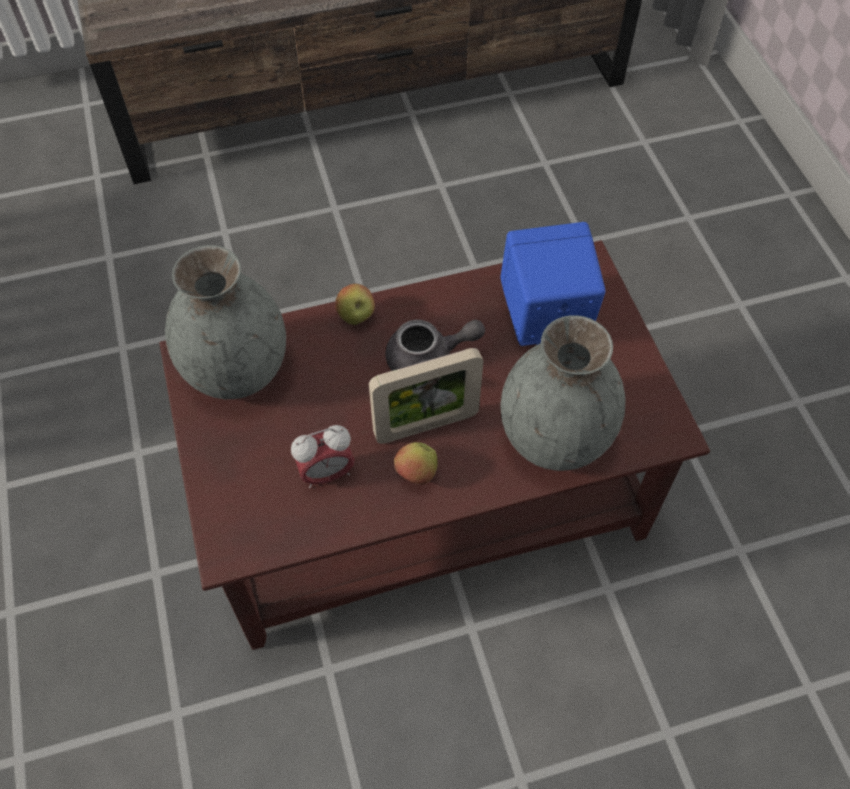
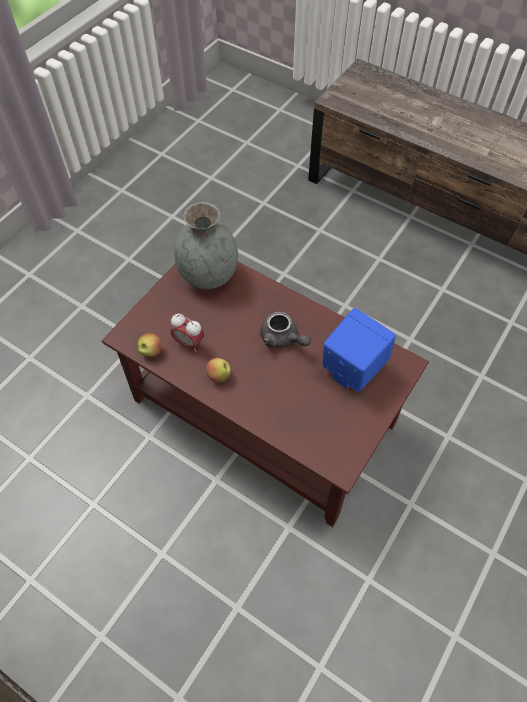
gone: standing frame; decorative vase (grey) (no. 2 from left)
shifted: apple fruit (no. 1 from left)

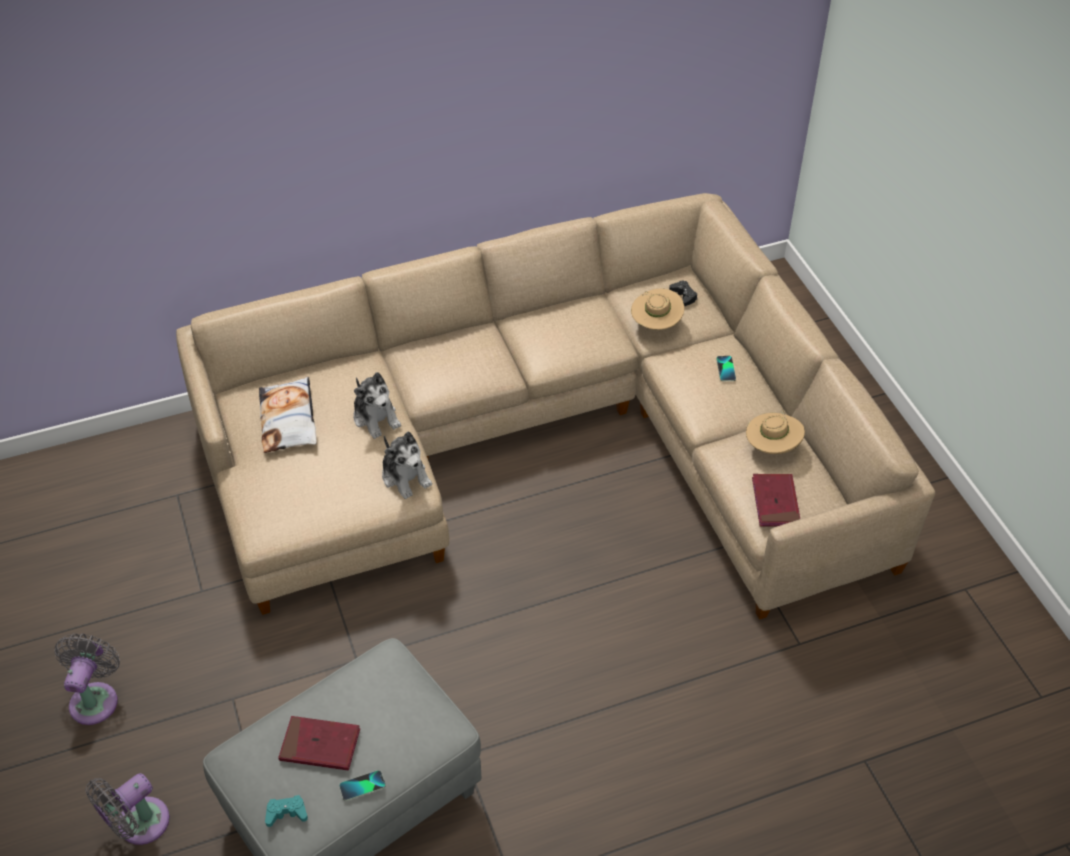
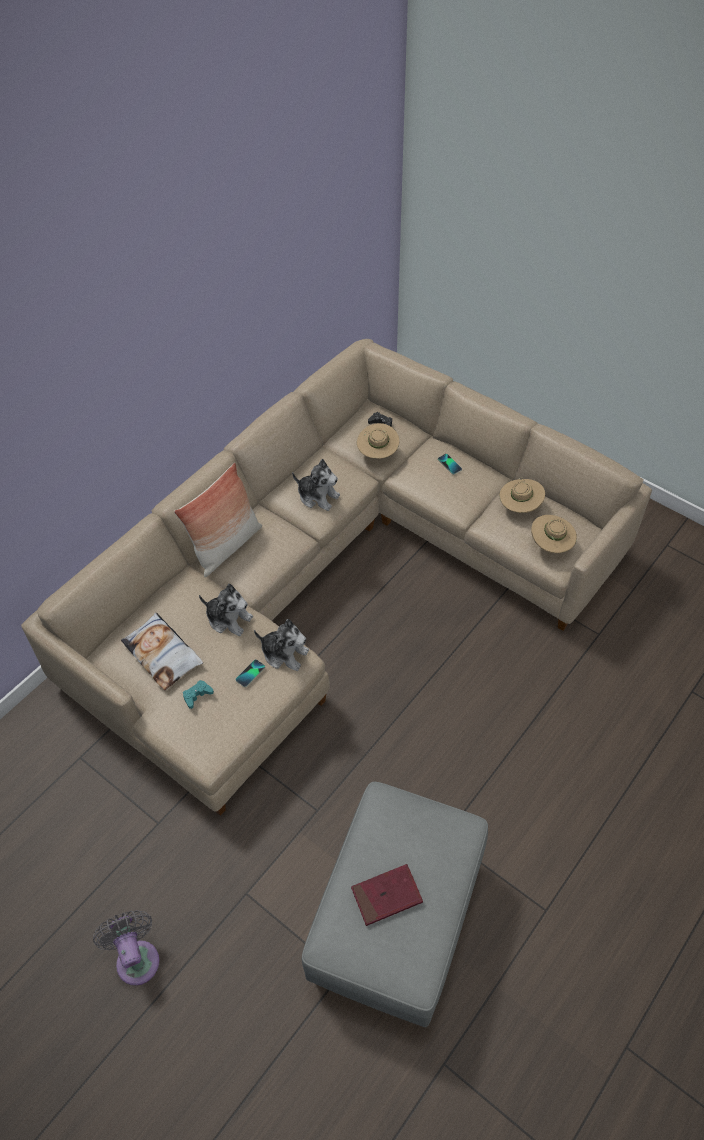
gone: electric fan (grey) (no. 2 from left)
new: pillow (no. 2 from left); cuddly toy (no. 3 from left)
shifted: joypad (turquoise); phone (no. 1 from left)
swapped: volume (red-coloured) (no. 2 from left) to clothing hat (beige) (no. 3 from left)

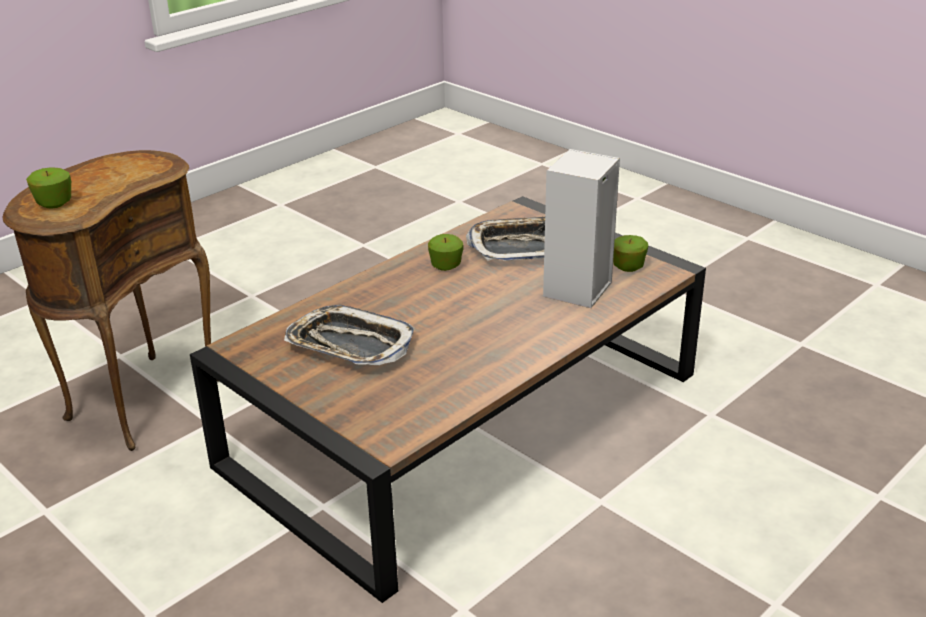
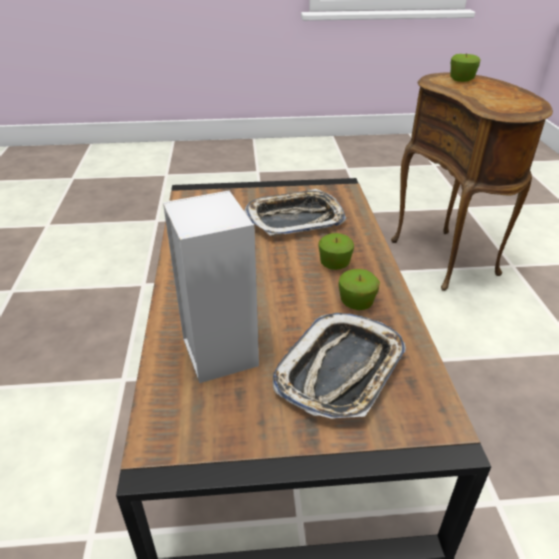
shifted: apple fruit (no. 3 from left in the first image) to apple fruit (no. 1 from left)

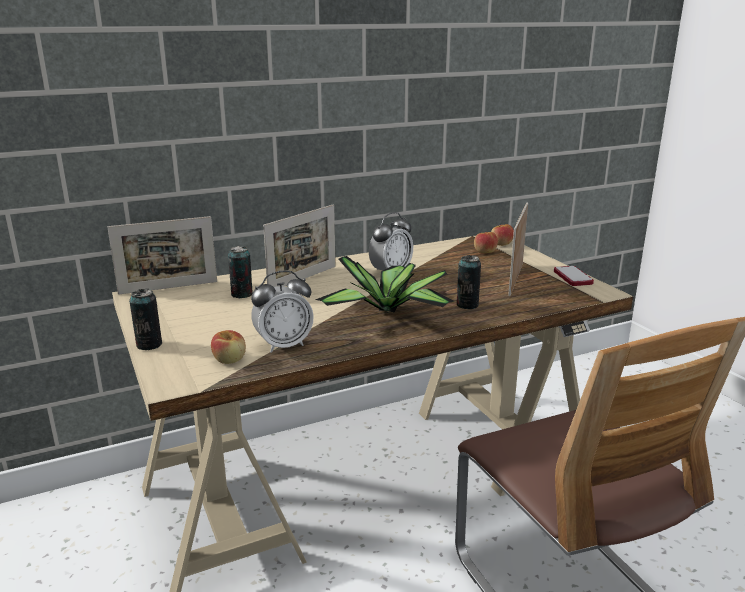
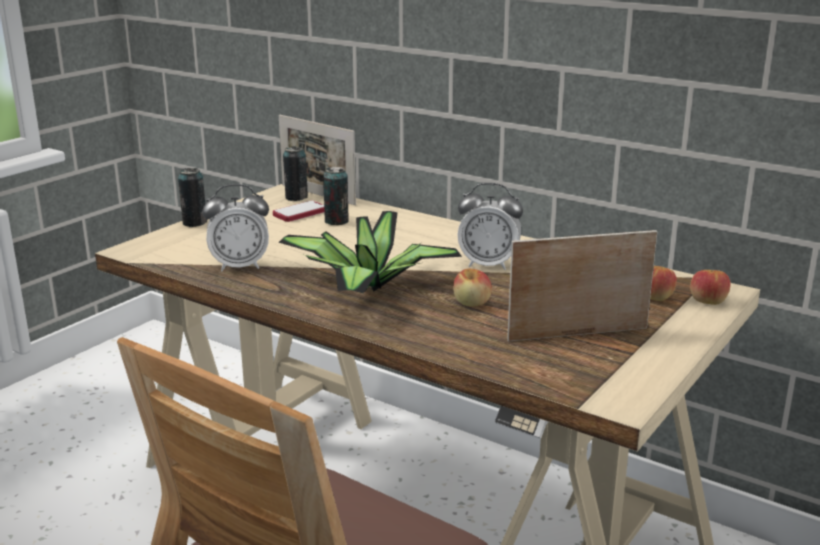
gone: standing frame (no. 2 from left)
shifted: apple fruit (no. 1 from left); metal can (no. 3 from left in the first image) to metal can (no. 2 from left); phone
rotated: alarm clock (no. 1 from left) 45 degrees counterclockwise

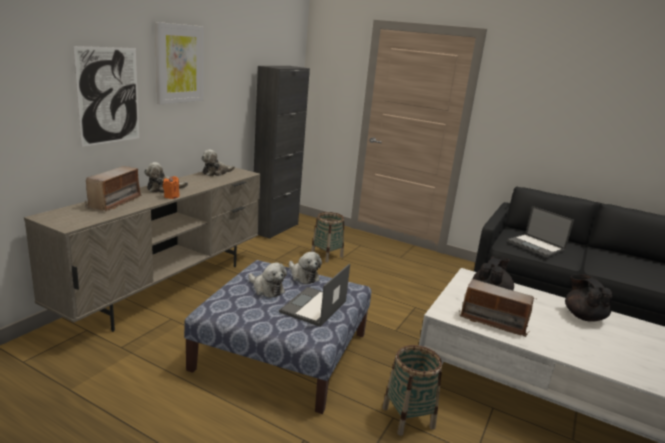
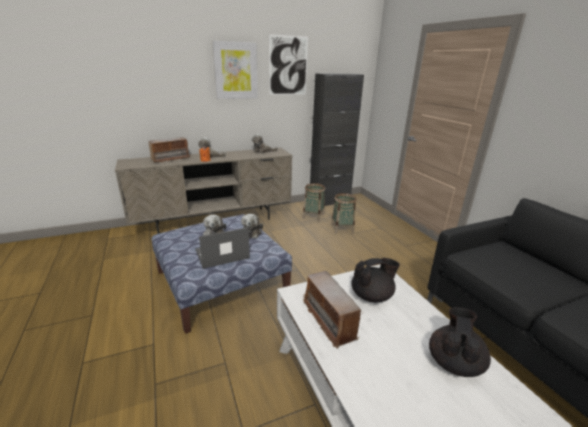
gone: notebook computer (no. 2 from left)
shifted: wall art (no. 1 from left in the first image) to wall art (no. 2 from left); storage basket (no. 2 from left in the first image) to storage basket (no. 1 from left)

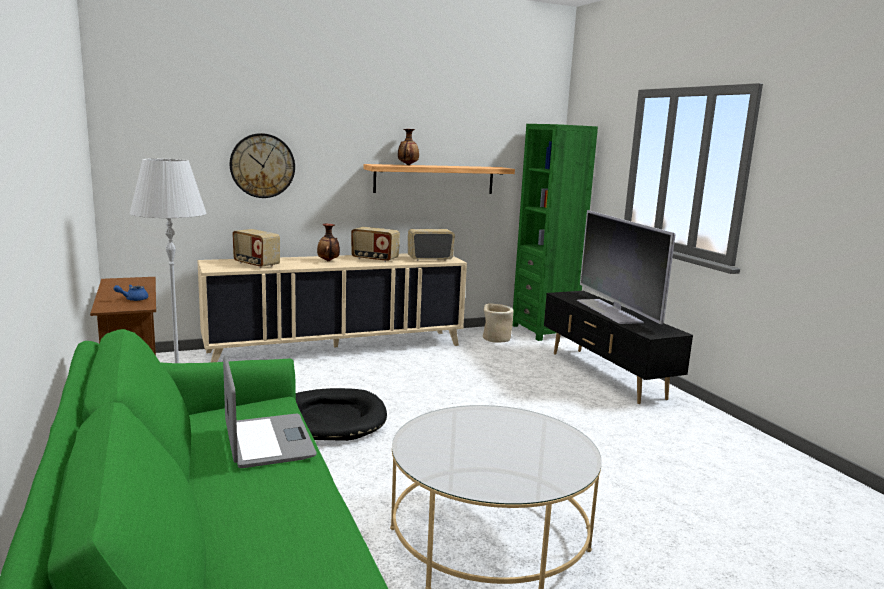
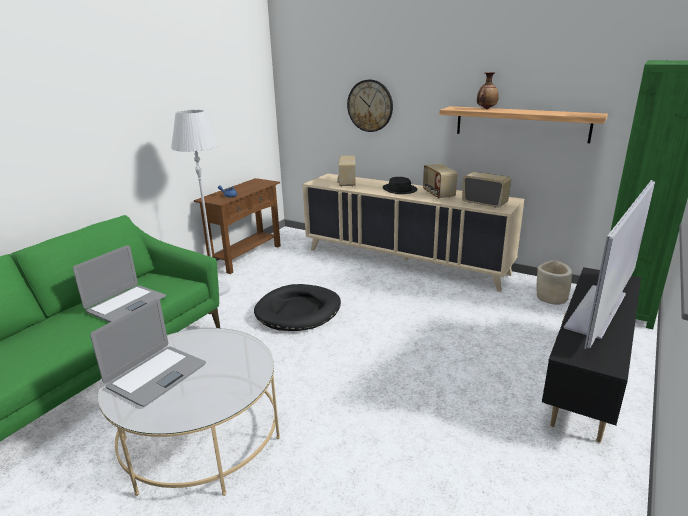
new: notebook computer (no. 2 from left)
swapped: decorative vase (no. 1 from left) to clothing hat (blackish)

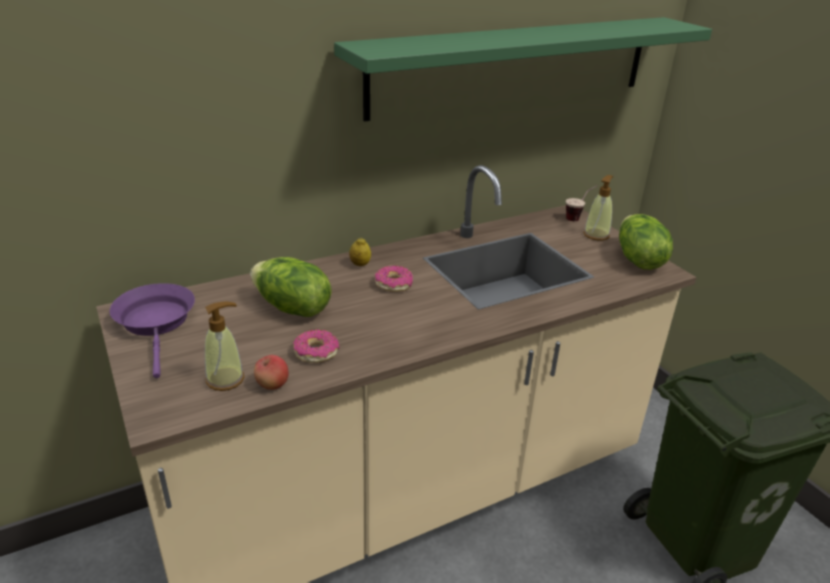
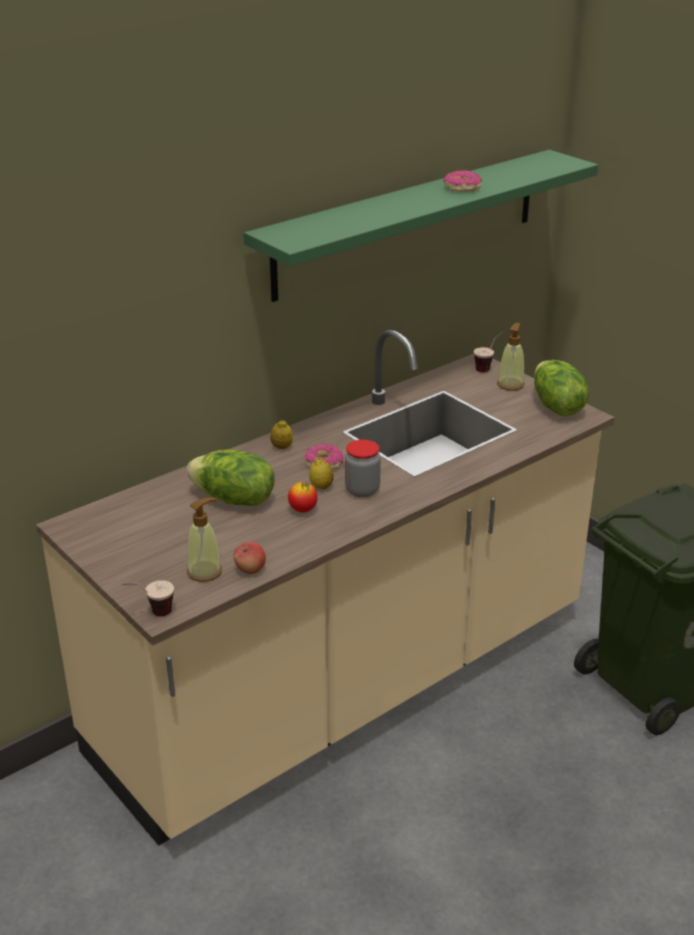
gone: skillet (purple)
new: cup (no. 1 from left); apple fruit (no. 2 from left); whole lemon (no. 2 from left); preserve jar
shifted: ring doughnut (no. 1 from left in the first image) to ring doughnut (no. 2 from left)

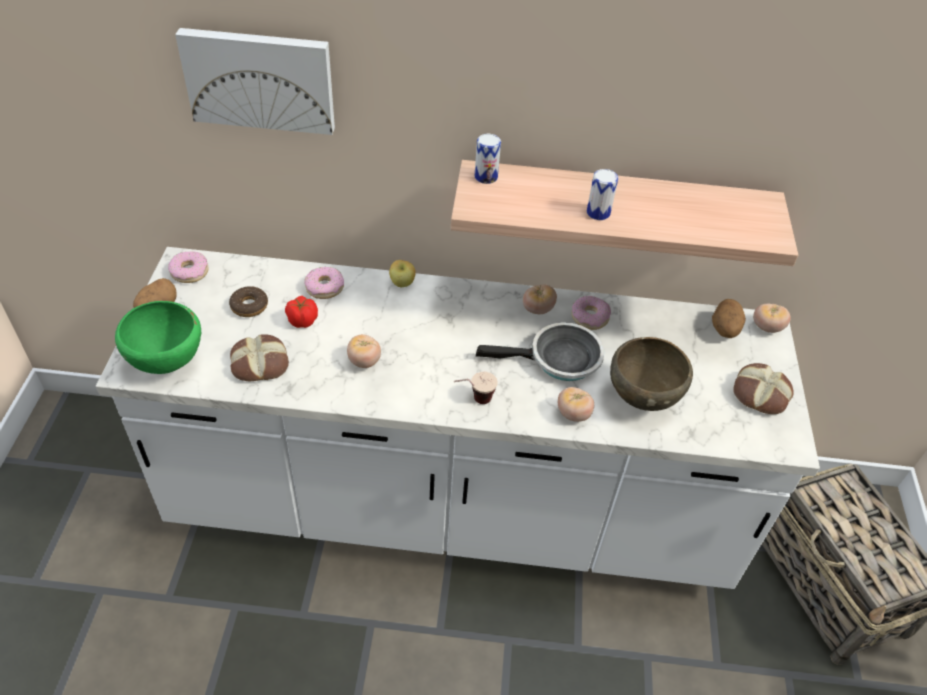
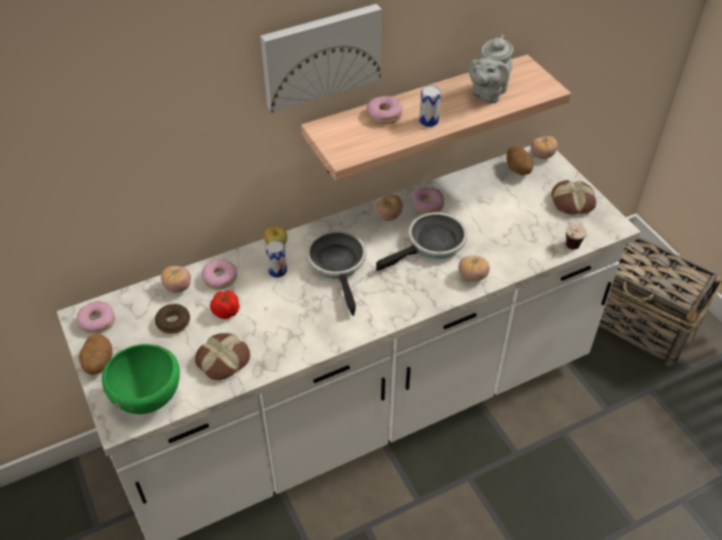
gone: bowl (brownish)
new: skillet (no. 1 from left); ring doughnut (no. 4 from left); teapot (grey)
shifted: wall art; whole tomato (no. 2 from left in the first image) to whole tomato (no. 1 from left); cup; metal can (no. 1 from left)

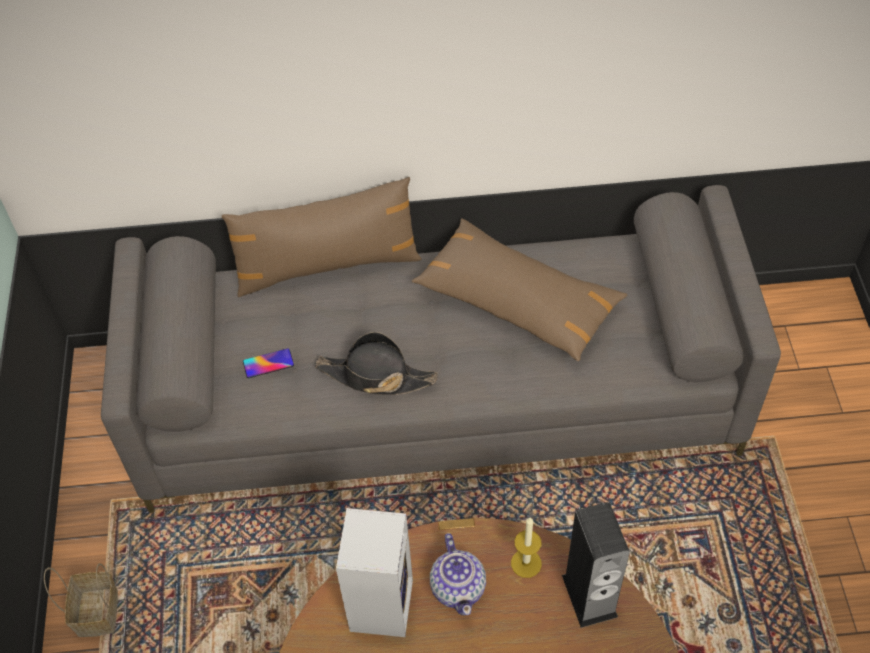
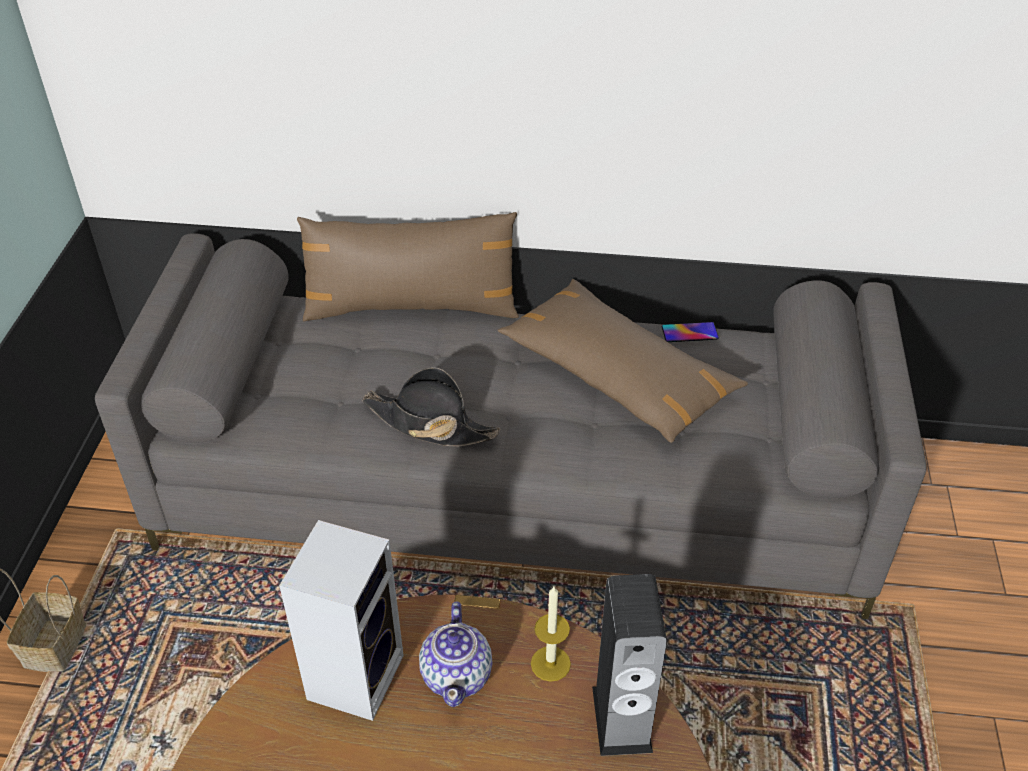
shifted: phone

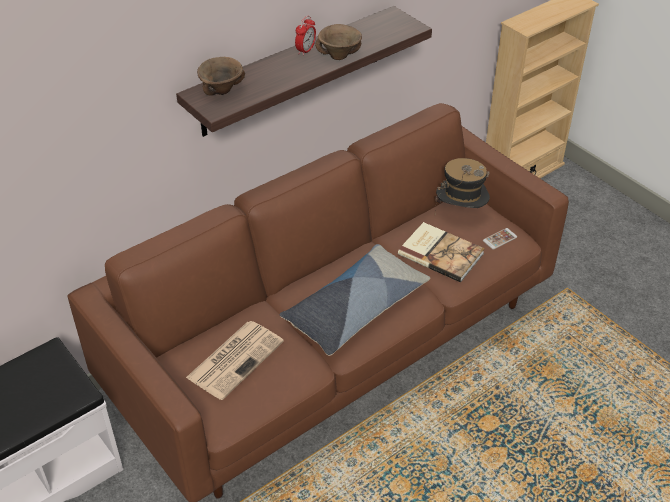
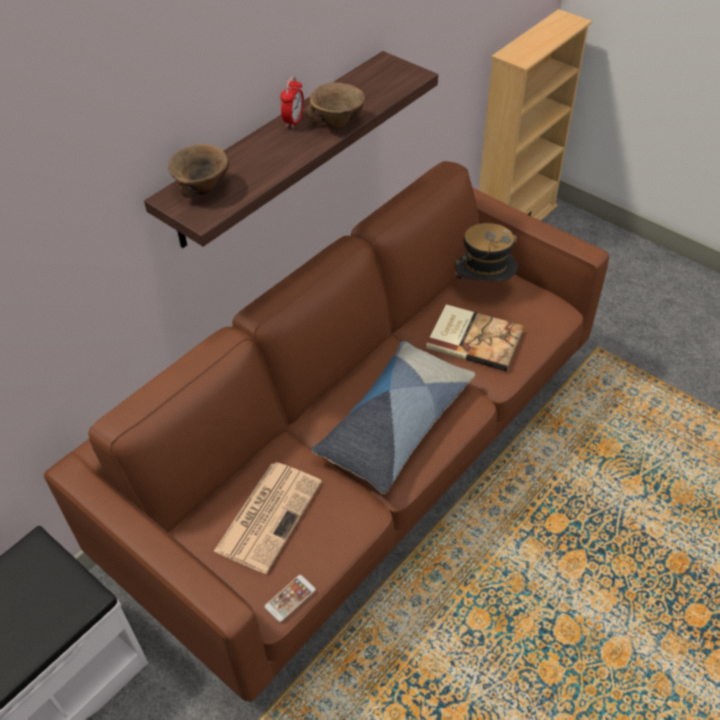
shifted: phone

